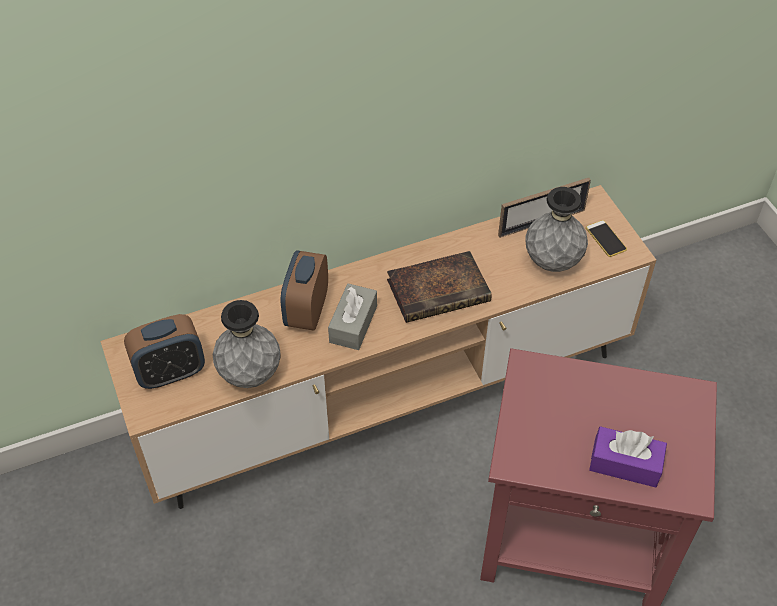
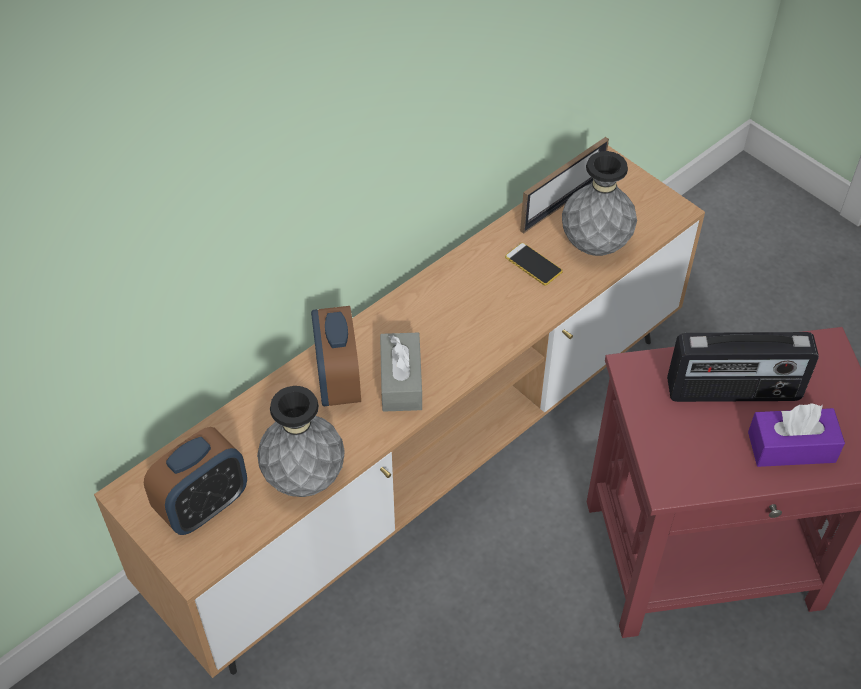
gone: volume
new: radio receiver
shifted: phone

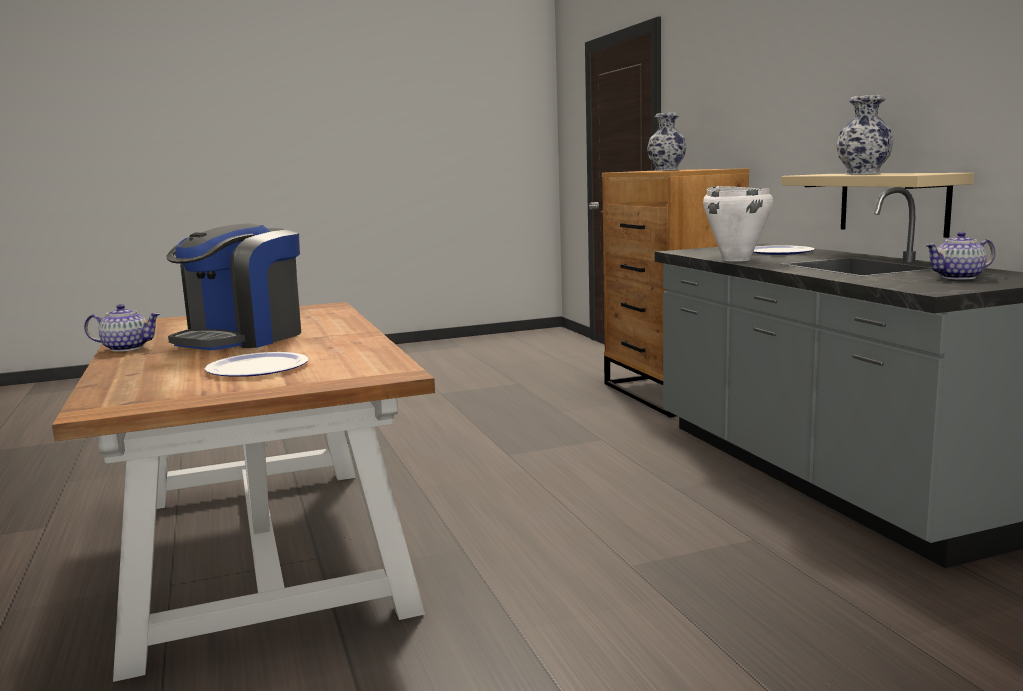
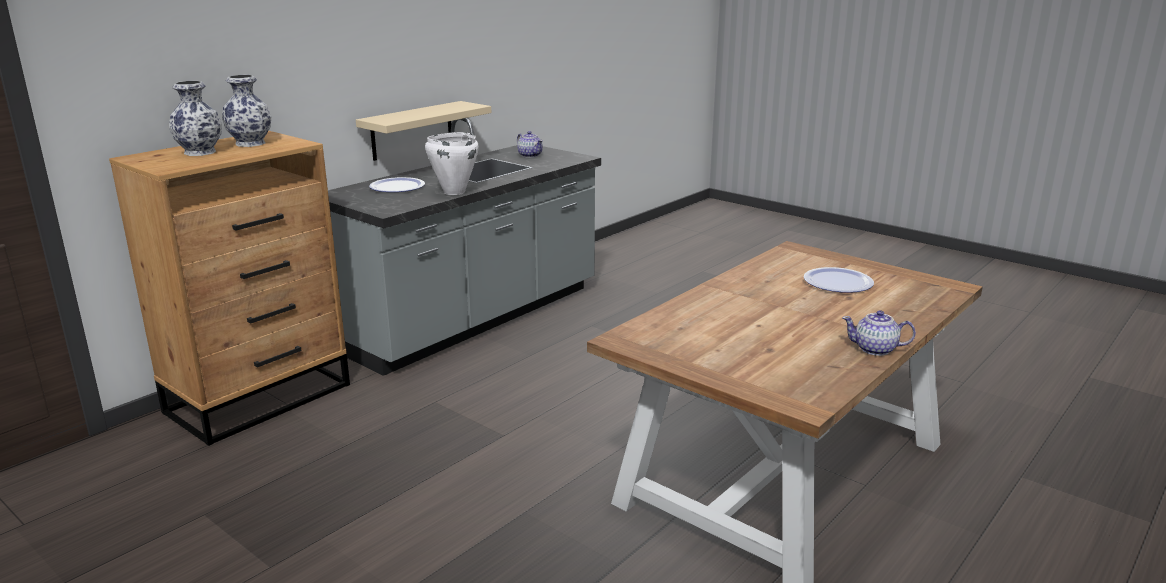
gone: coffee maker
shifted: decorative vase (no. 2 from left)
rotated: teapot (no. 1 from left in the first image) 45 degrees counterclockwise

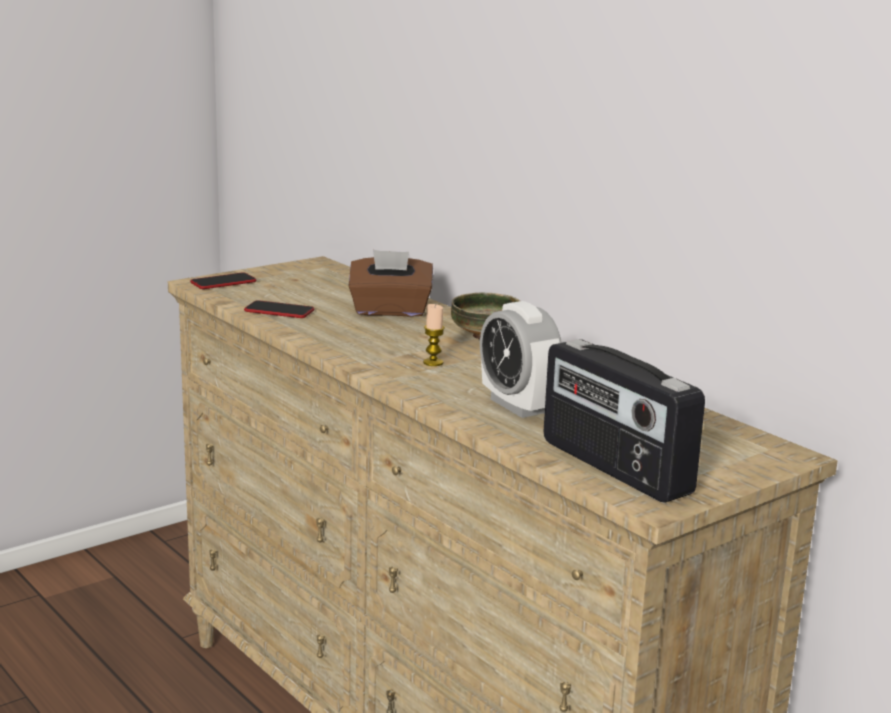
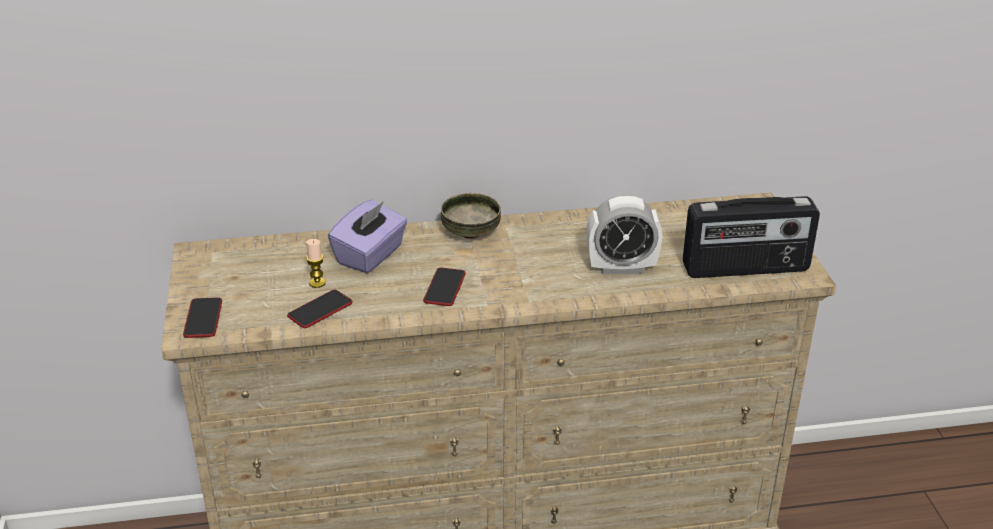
new: phone (no. 3 from left)
shifted: candle
repainted: tissue holder (brownish) to tissue holder (purple)

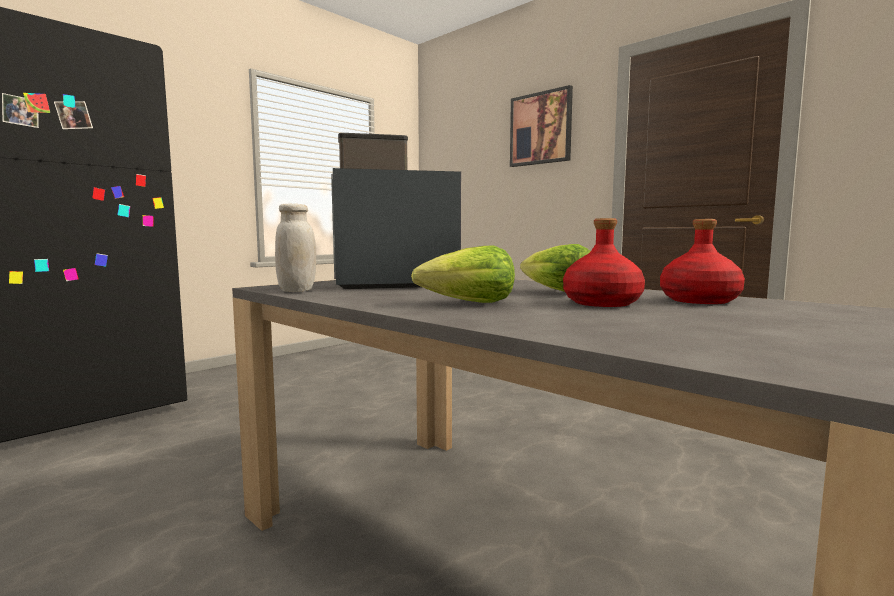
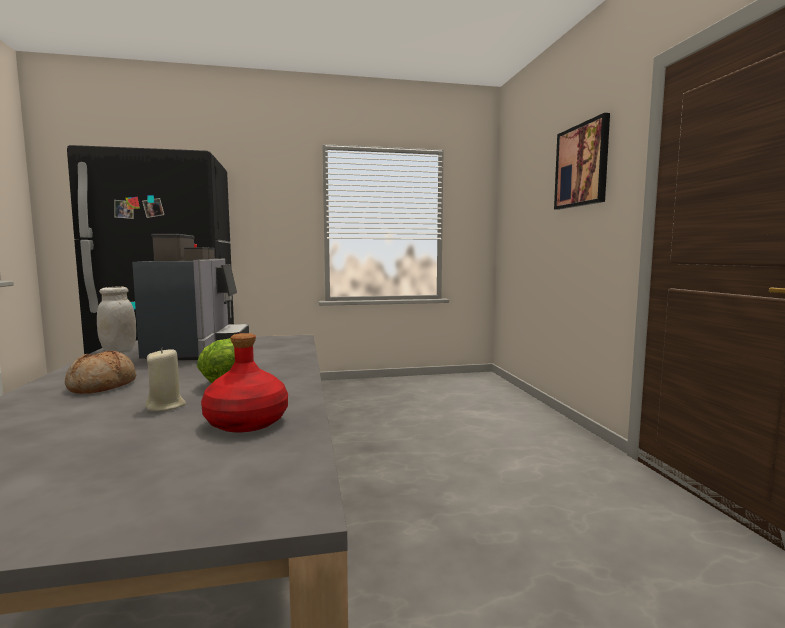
swapped: lettuce head (no. 1 from left) to bakery bread; drink bottle (red-coloured) (no. 1 from left) to candle (beige)
rotated: coffee maker 60 degrees clockwise

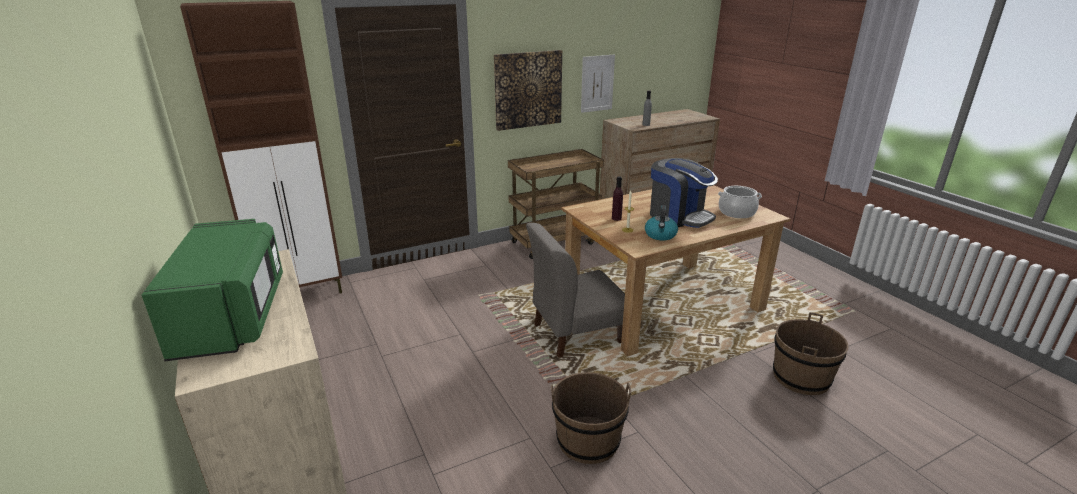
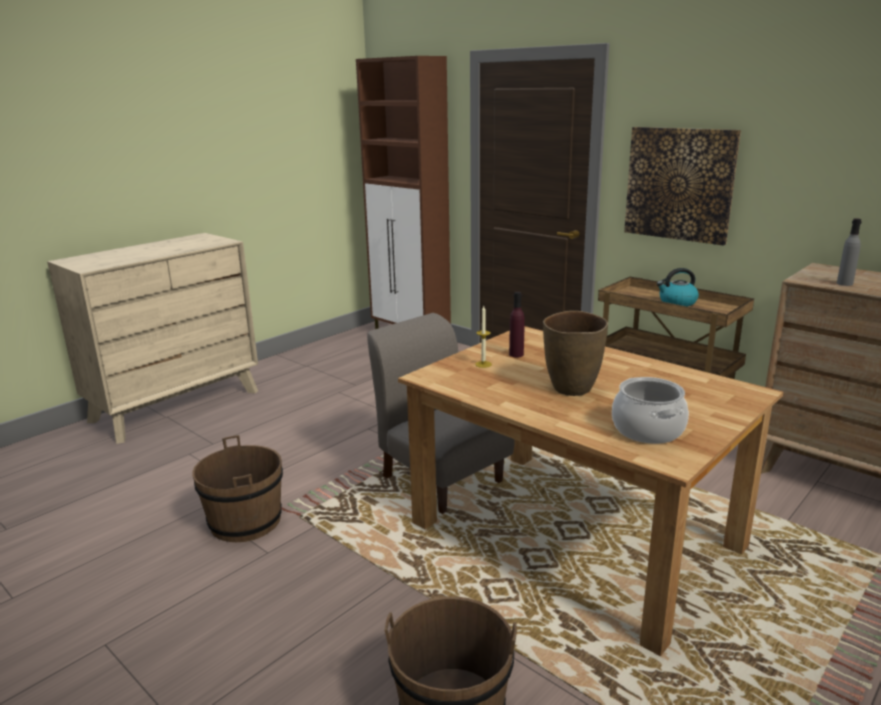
gone: kitchen microwave (green-coloured); wall art (no. 2 from left)
shifted: water kettle
swapped: coffee maker to decorative vase (brownish)

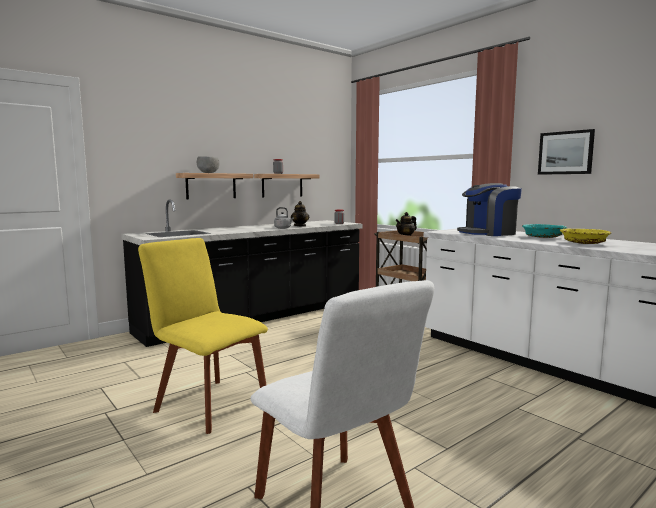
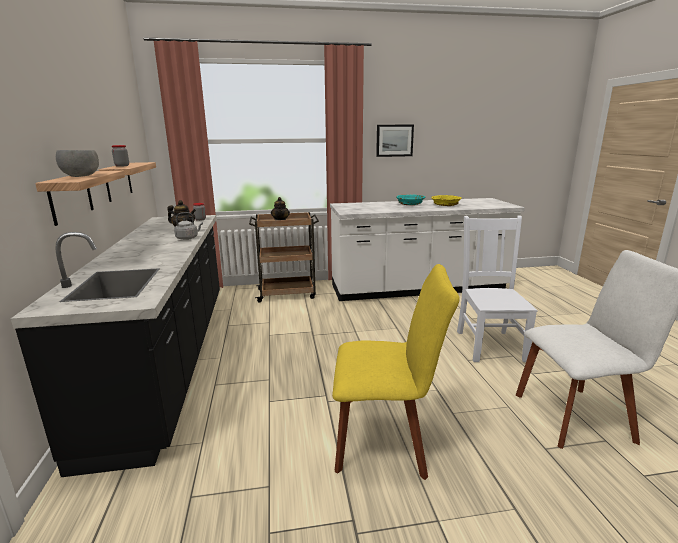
gone: coffee maker
new: upright chair (whitish) (no. 1 from left)
rotated: upright chair (yellow) 150 degrees counterclockwise

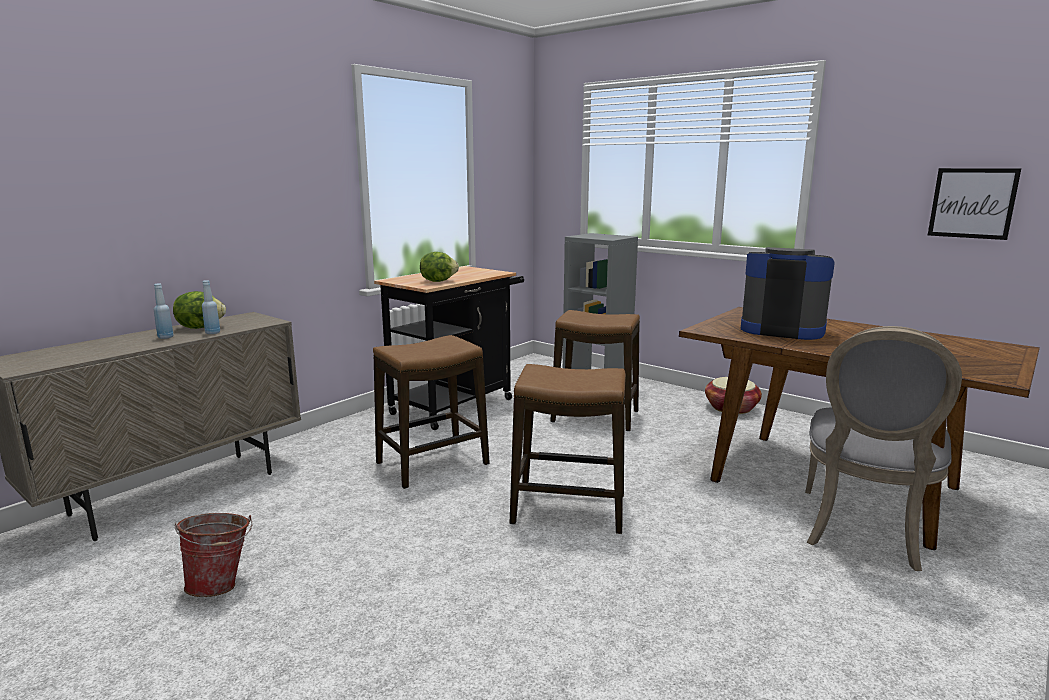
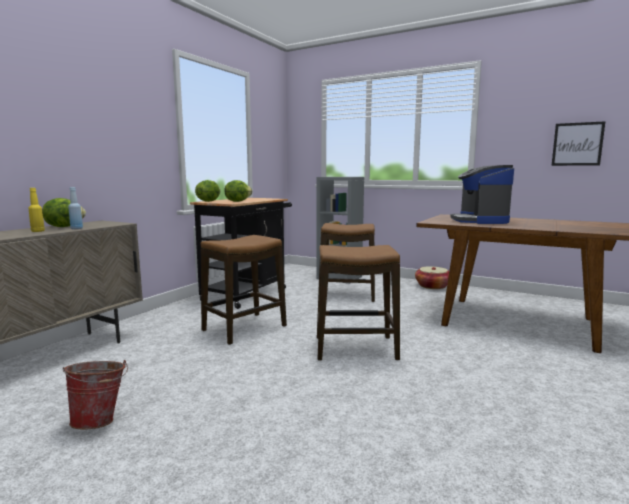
gone: upright chair (grey)
new: lettuce head (no. 2 from left)
repainted: drink bottle (bluish) (no. 1 from left) to drink bottle (yellow)
rotated: coffee maker 105 degrees counterclockwise

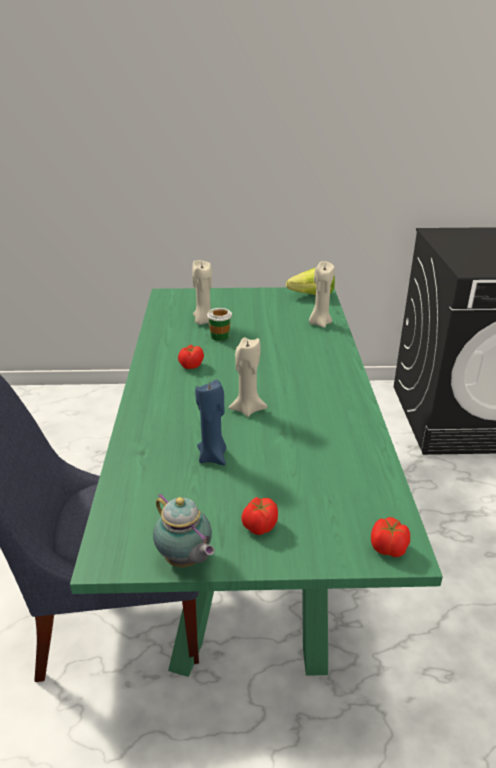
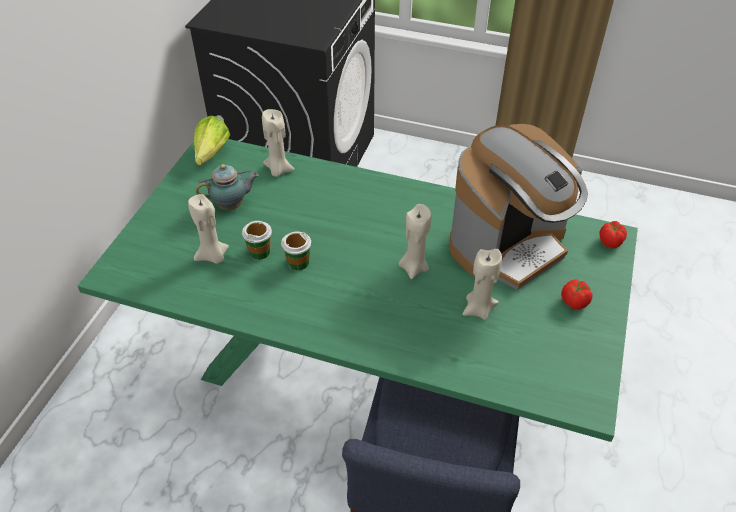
gone: whole tomato (no. 1 from left)
new: cup (no. 2 from left); coffee maker
shifted: teapot
repainted: candle (bluish) to candle (beige) (no. 4 from left)

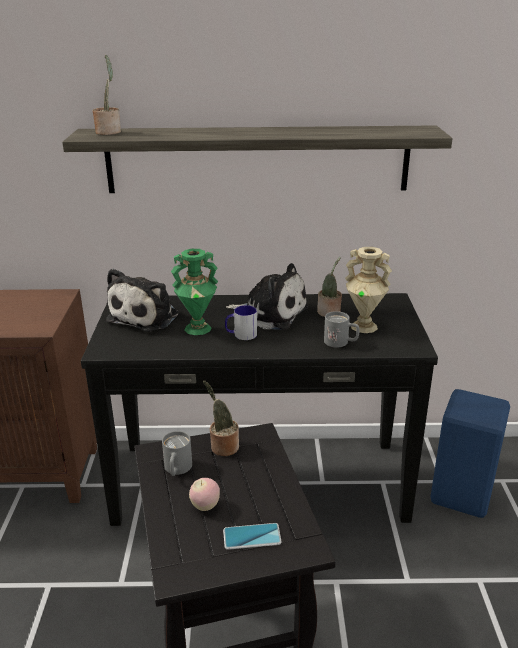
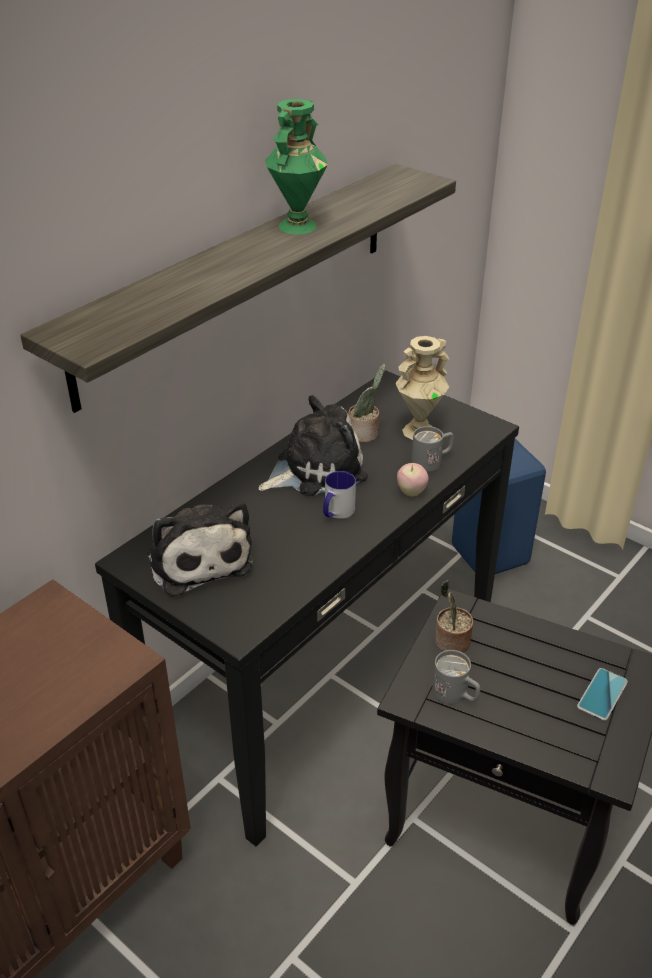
gone: plant in a pot (no. 1 from left)
shifted: decorative vase (green-coloured); apple fruit

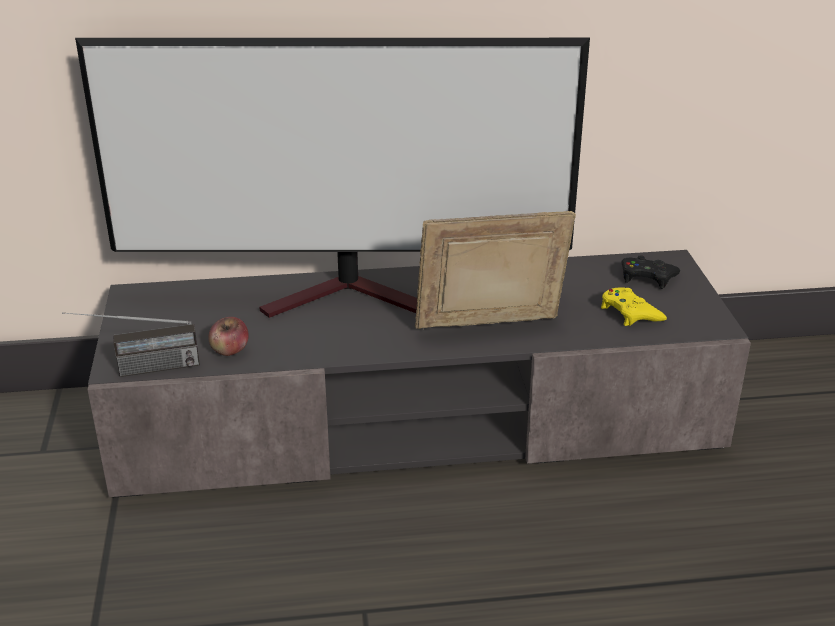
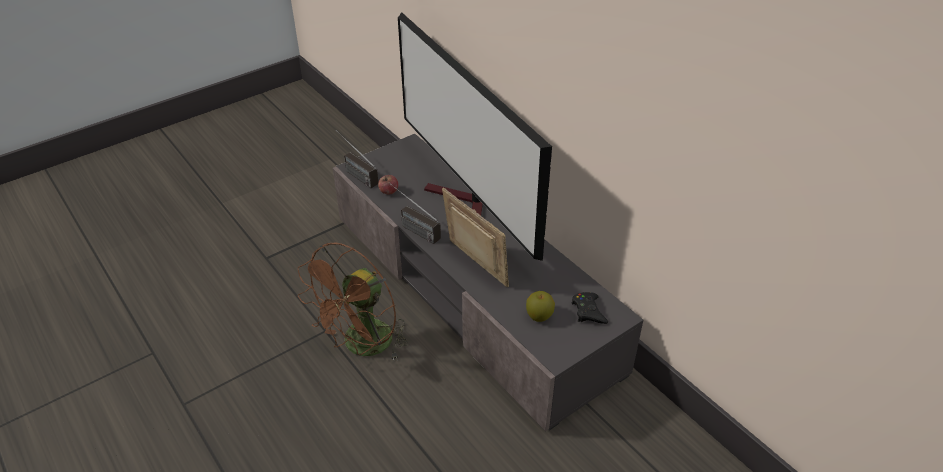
new: electric fan (brownish); radio receiver (no. 2 from left)
swapped: joypad (yellow) to apple fruit (no. 2 from left)

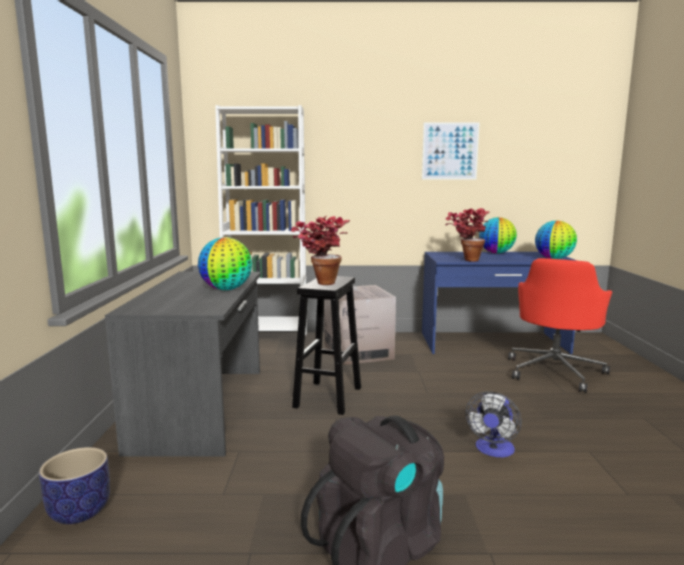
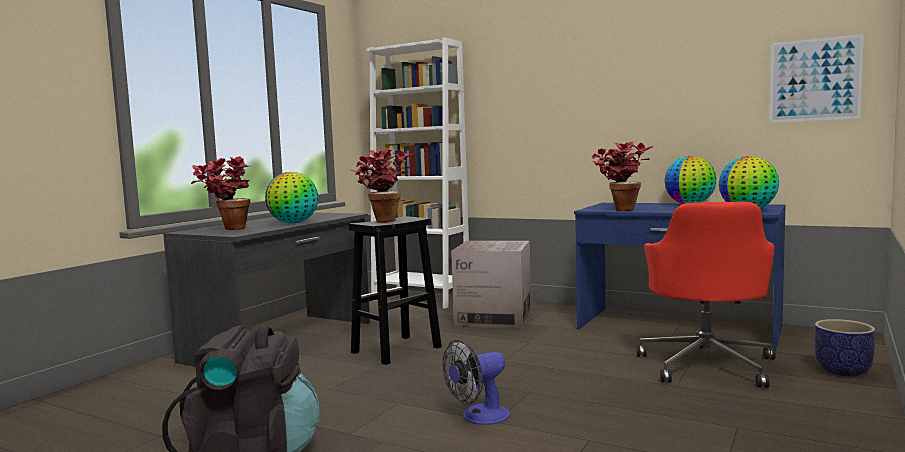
new: plant in a pot (no. 1 from left)
shifted: plant pot; wall art
rotated: computer chair (red-coloured) 45 degrees counterclockwise

